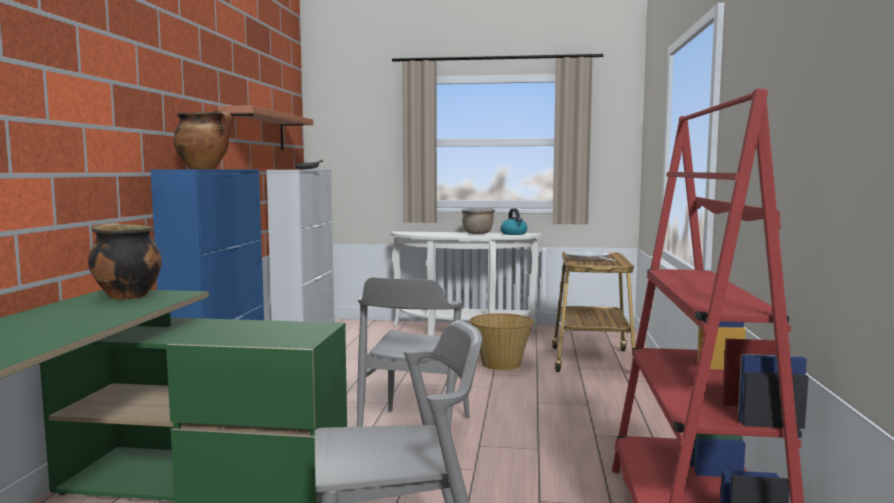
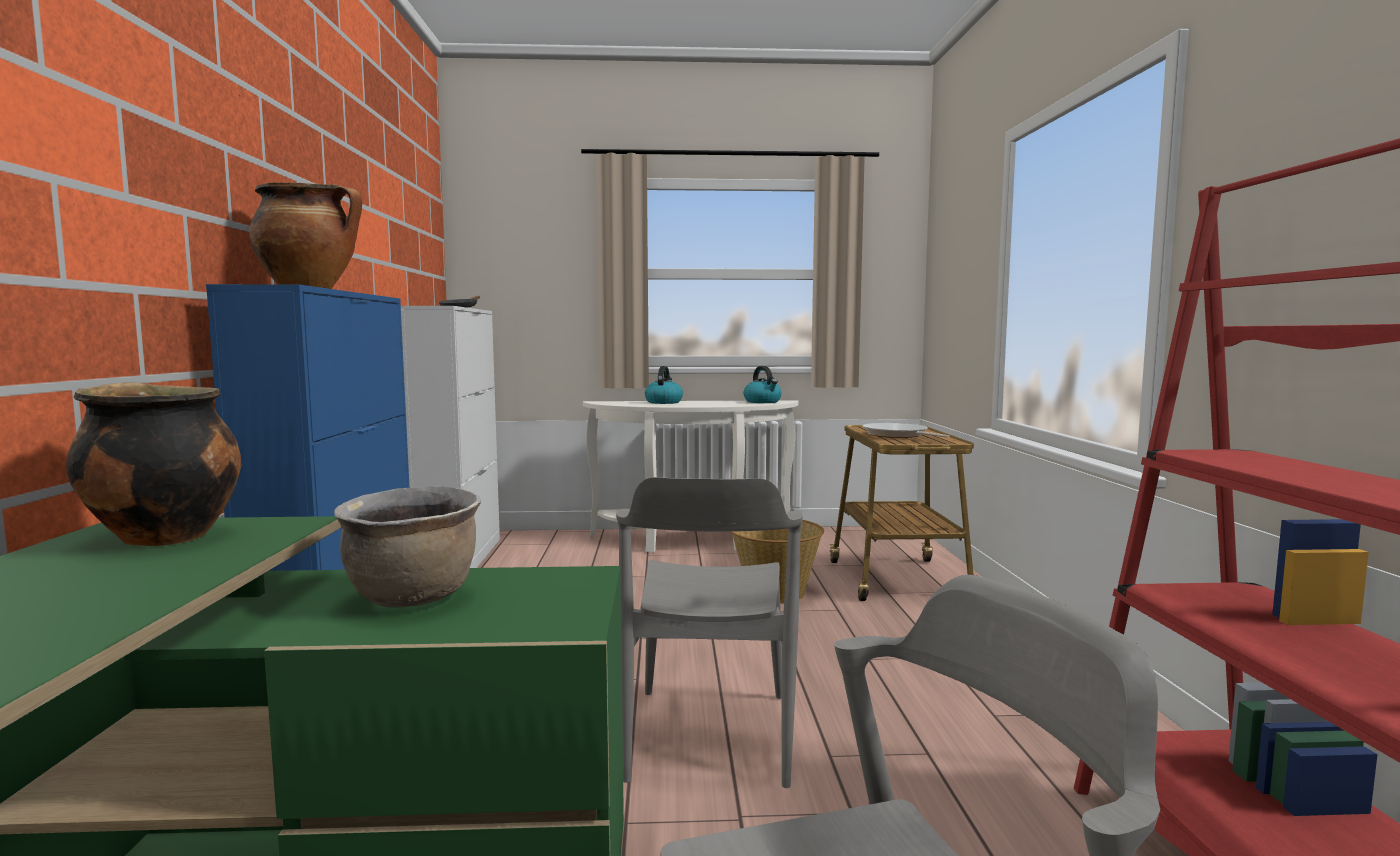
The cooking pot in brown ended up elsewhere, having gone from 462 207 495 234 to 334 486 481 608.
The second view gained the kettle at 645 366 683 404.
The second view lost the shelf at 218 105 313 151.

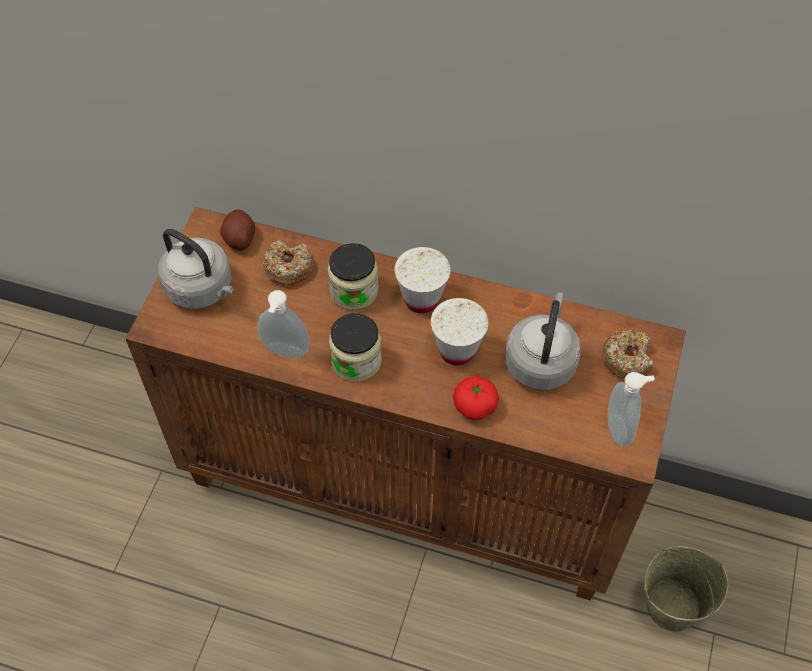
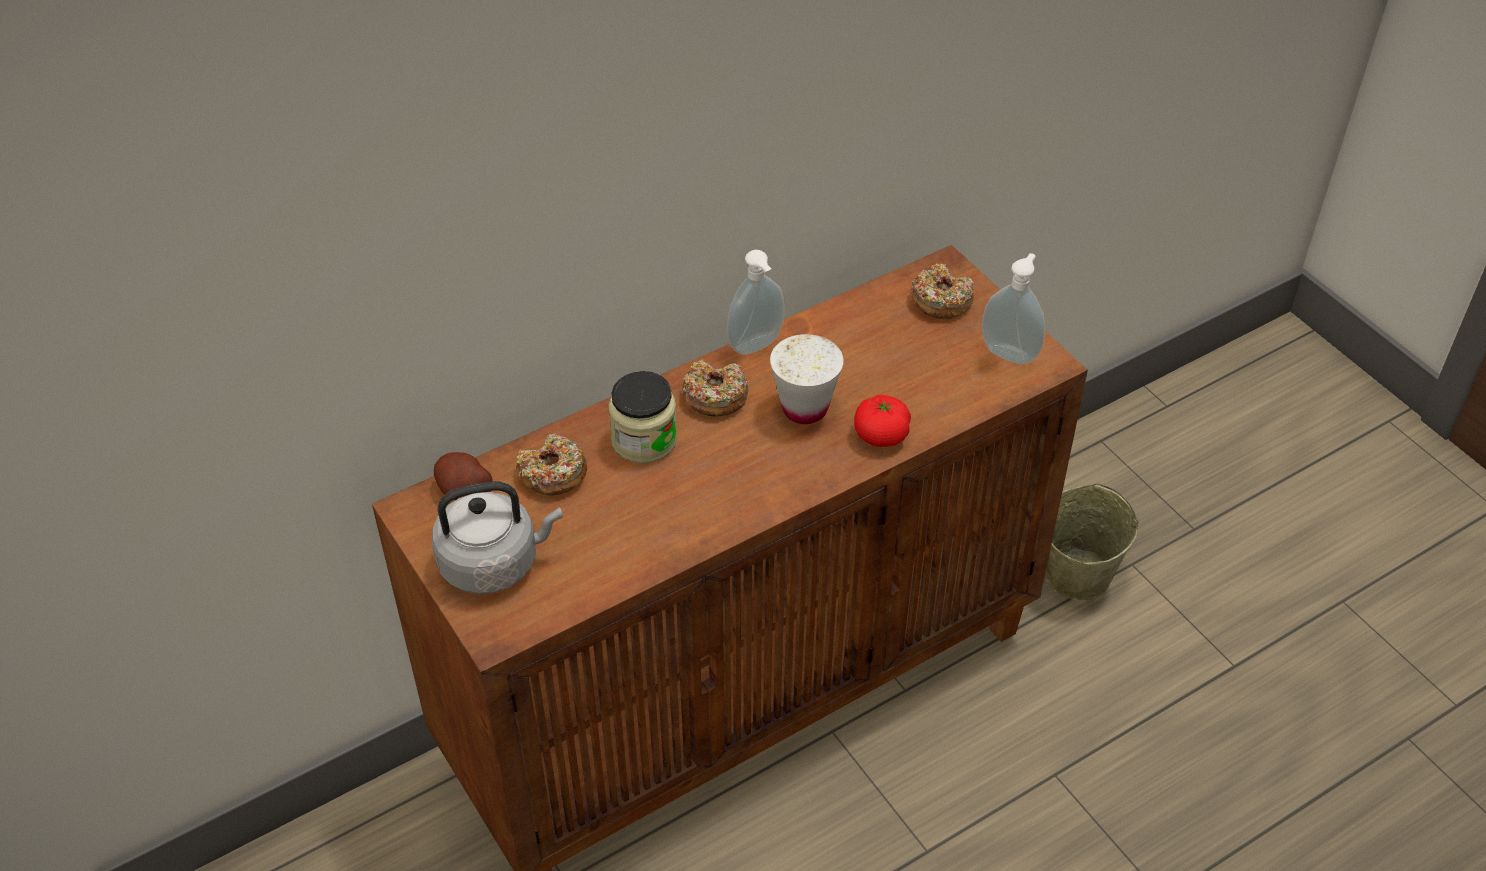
Where the cup in white stood at 395 247 451 313, the donut came to stand at 682 359 748 416.
The soap dispenser ended up elsewhere, having gone from 257 290 310 358 to 727 250 785 355.
The second view lost the jar at 329 313 382 382.
The second view lost the kettle in grey at 505 293 581 390.

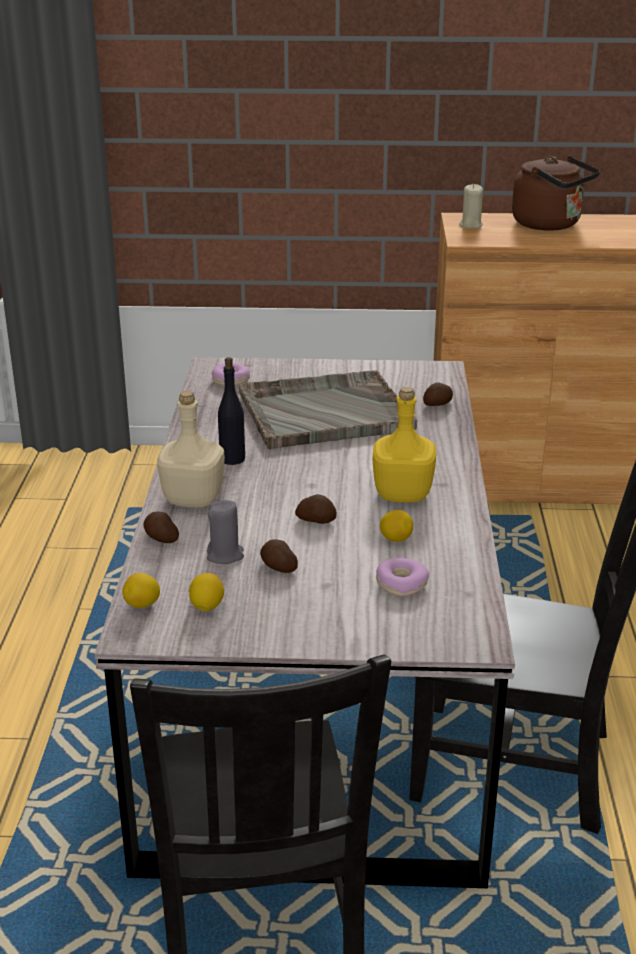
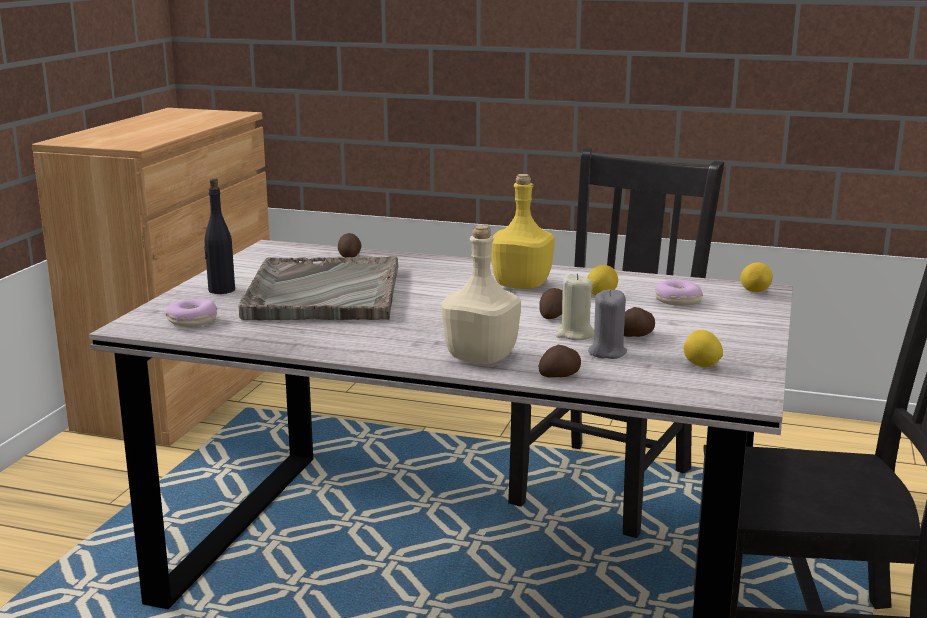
The bottle in black ended up elsewhere, having gone from 218 357 245 465 to 204 178 235 294.
The candle in beige ended up elsewhere, having gone from 459 184 483 229 to 556 274 594 340.
The lemon ended up elsewhere, having gone from 122 573 160 608 to 741 263 773 292.
The second view lost the kettle in brown at 512 156 600 231.

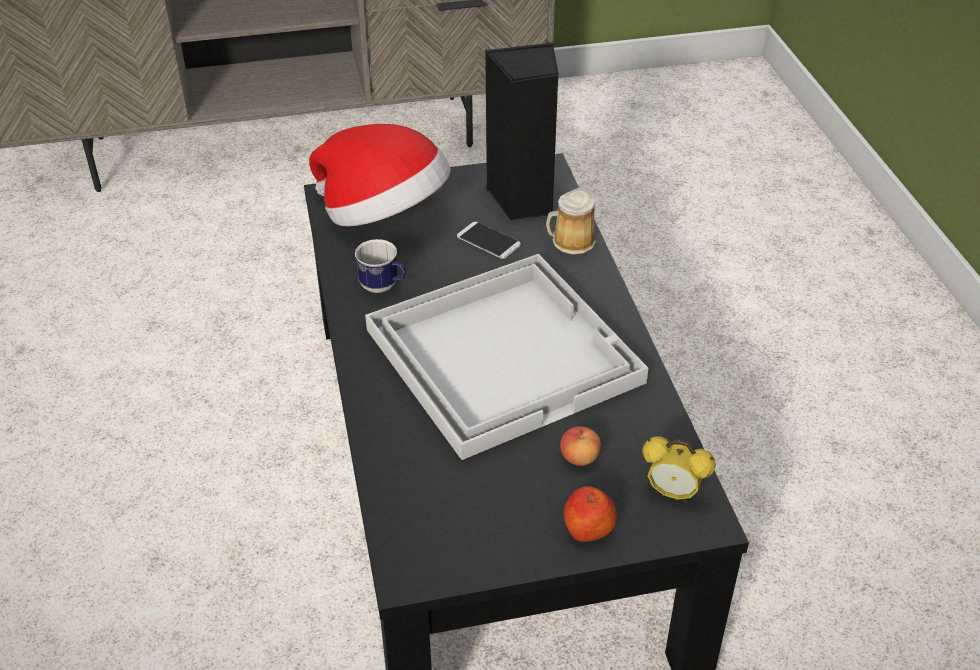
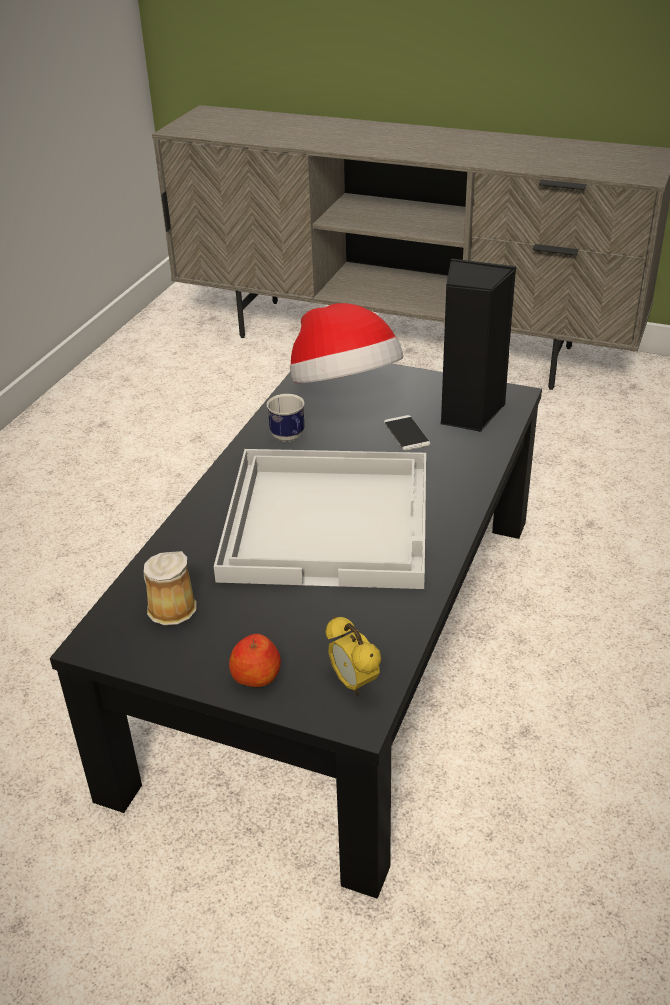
The mug ended up elsewhere, having gone from 546 188 596 255 to 144 551 196 626.
The second view lost the apple at 560 426 601 466.

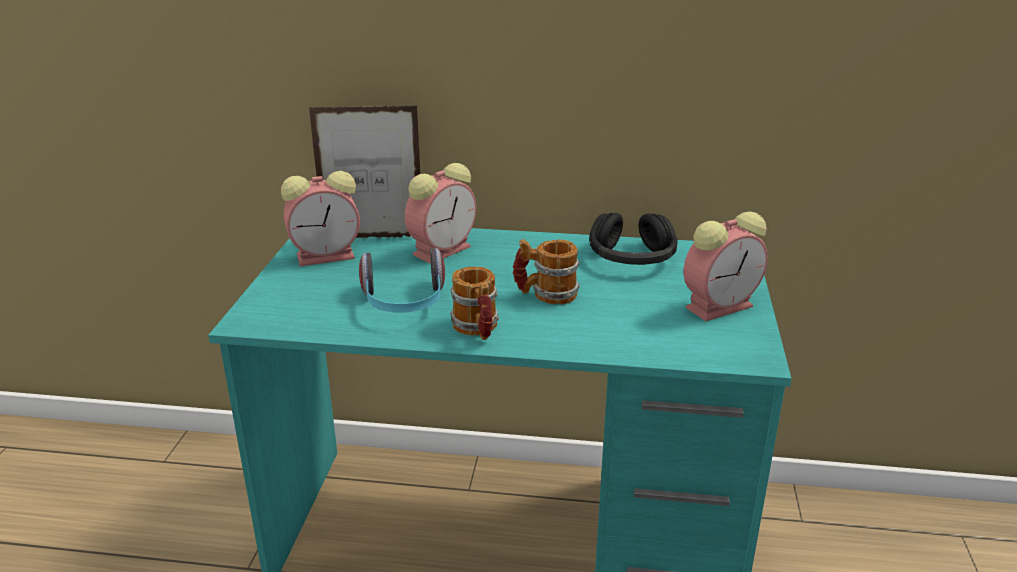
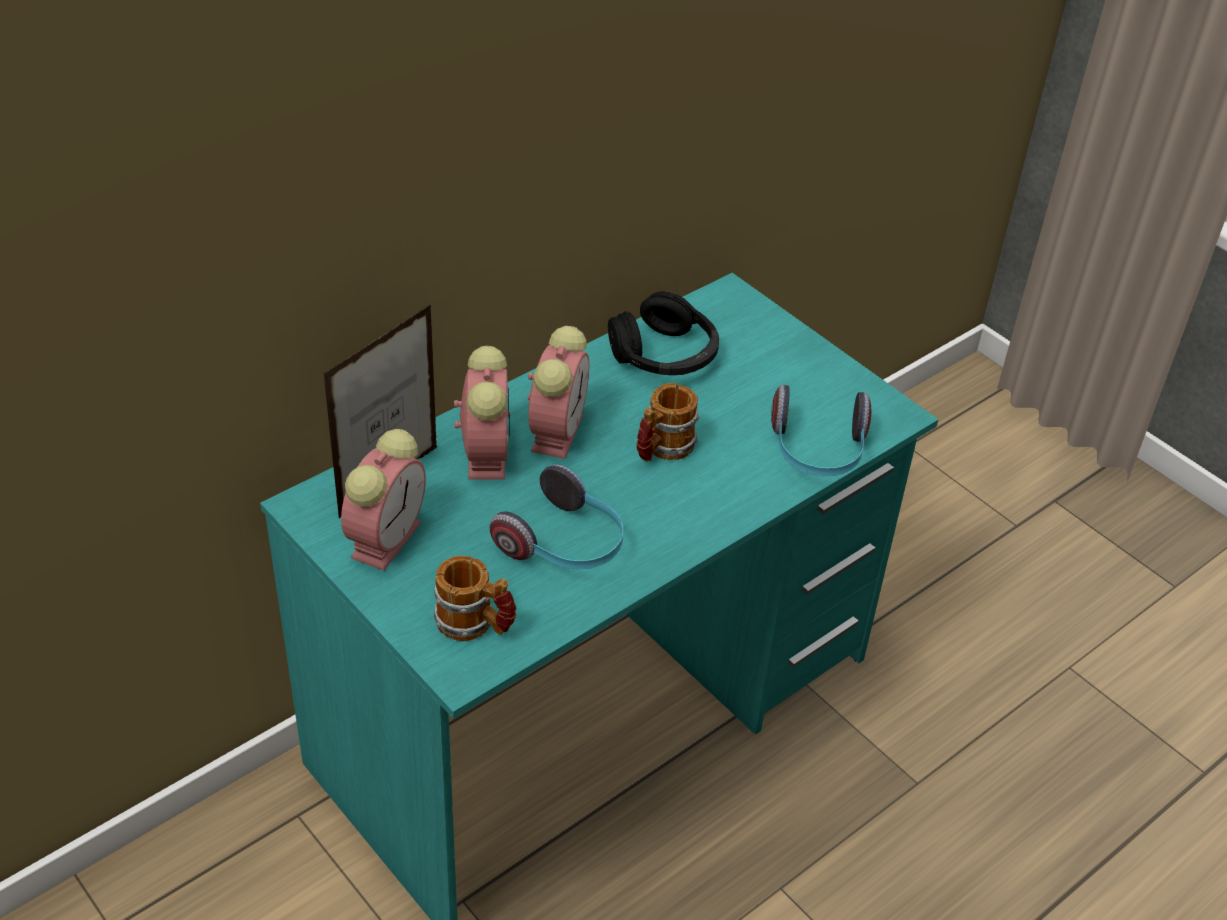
The mug ended up elsewhere, having gone from 450 267 499 340 to 434 556 517 641.
The alarm clock ended up elsewhere, having gone from 683 211 768 321 to 528 326 589 459.
The second view gained the headphones at 771 385 871 476.

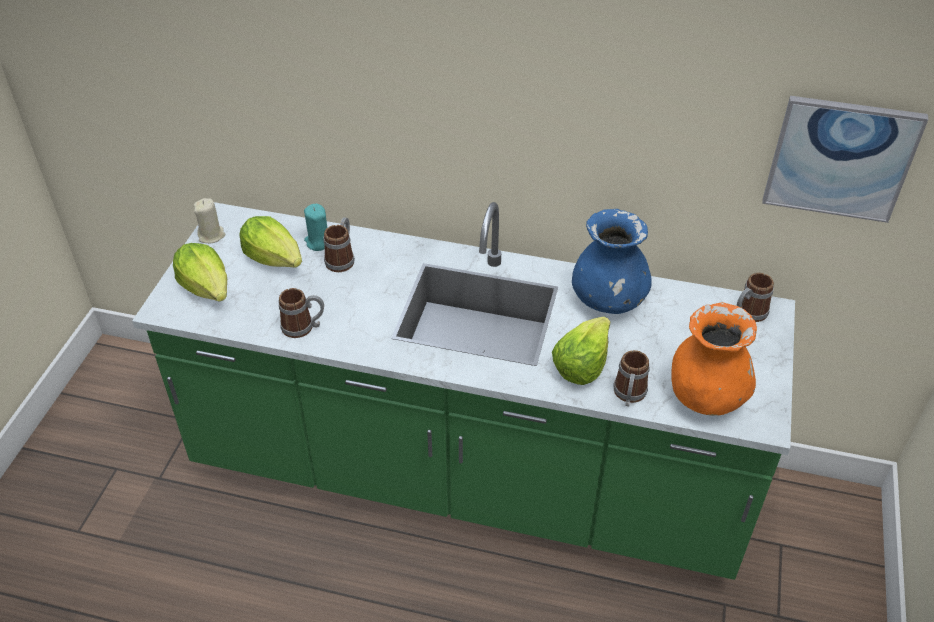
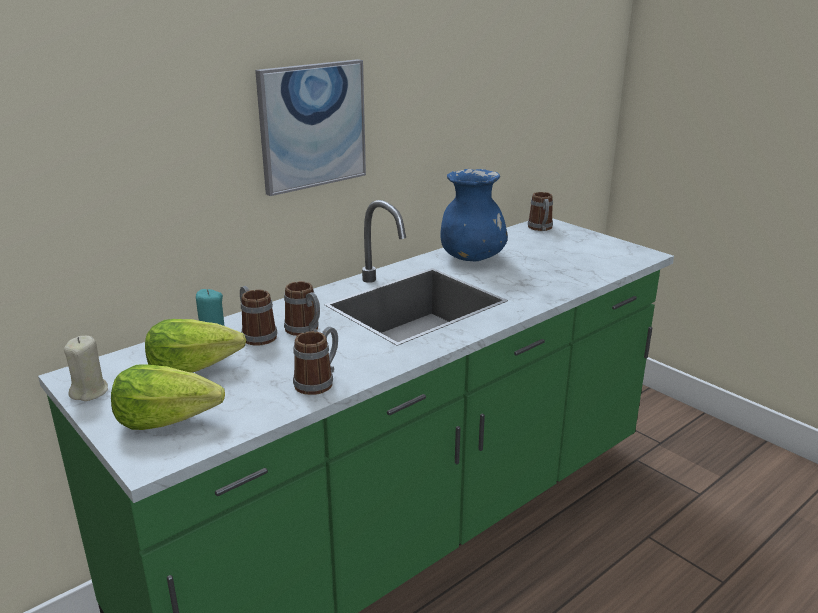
The picture ended up elsewhere, having gone from 762 96 928 223 to 255 59 366 196.
The mug ended up elsewhere, having gone from 613 350 650 406 to 284 281 320 336.
The second view lost the lettuce at 552 317 610 385.
The second view lost the vase in orange at 671 303 757 416.

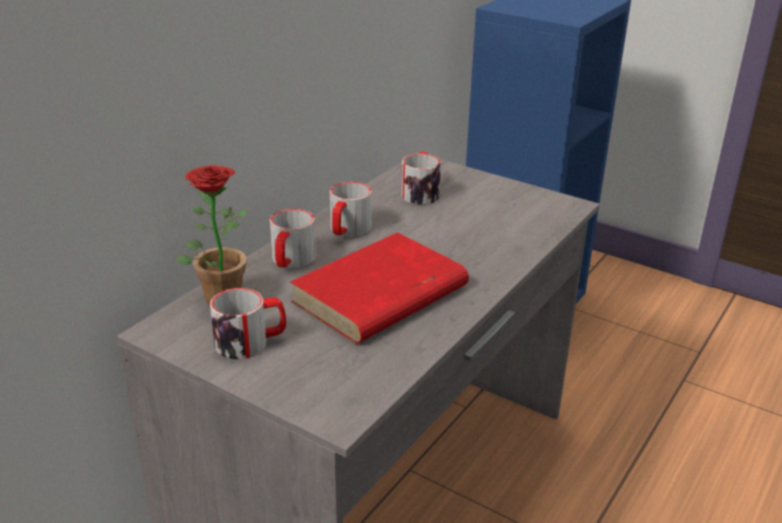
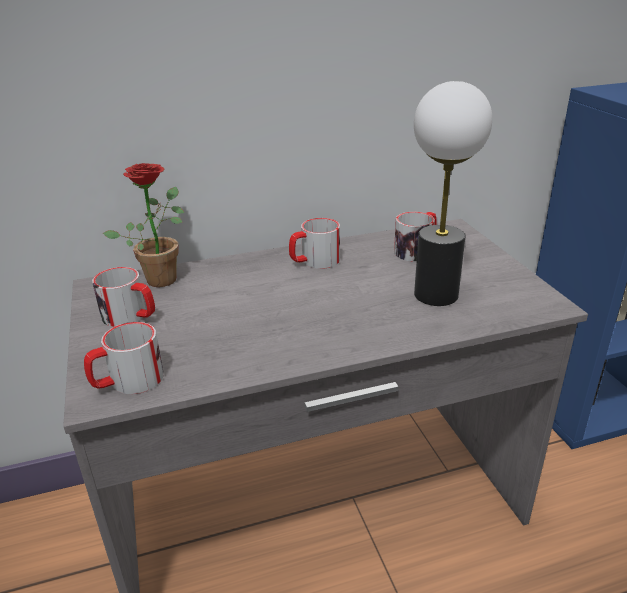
The mug ended up elsewhere, having gone from 270 209 316 268 to 84 322 164 394.
The second view gained the table lamp at 414 81 492 306.
The second view lost the book in red at 289 232 469 344.

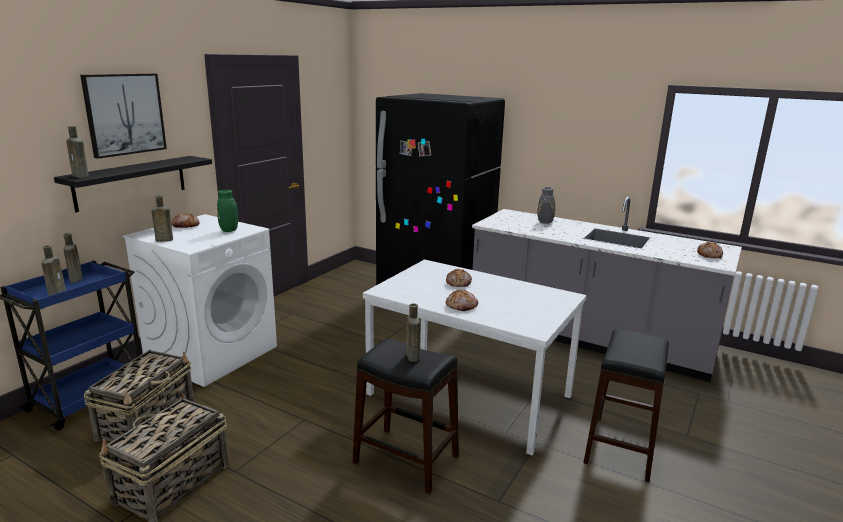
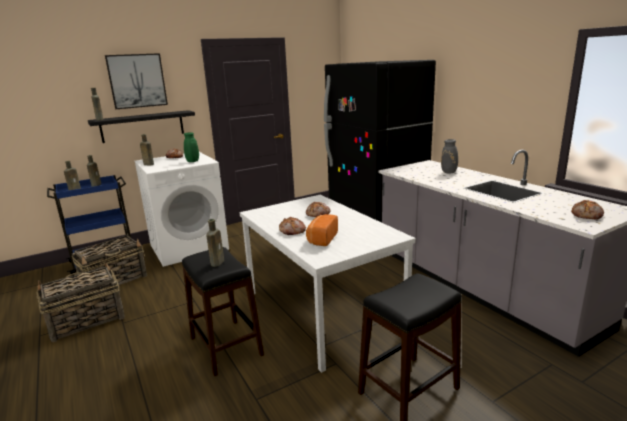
The second view gained the bread at 306 214 338 246.

